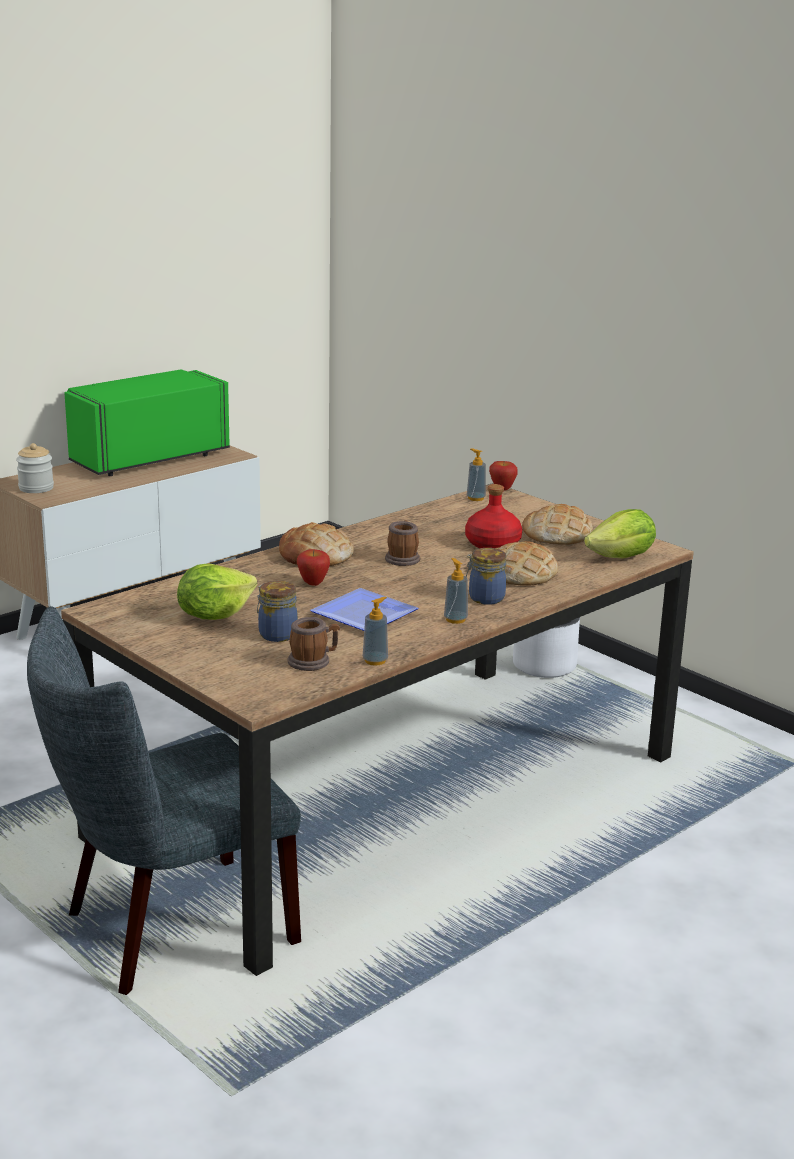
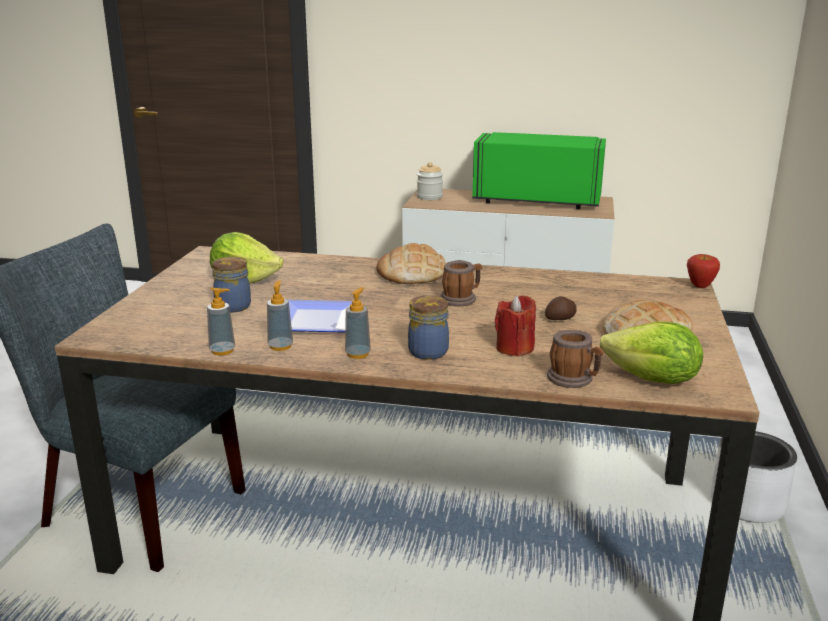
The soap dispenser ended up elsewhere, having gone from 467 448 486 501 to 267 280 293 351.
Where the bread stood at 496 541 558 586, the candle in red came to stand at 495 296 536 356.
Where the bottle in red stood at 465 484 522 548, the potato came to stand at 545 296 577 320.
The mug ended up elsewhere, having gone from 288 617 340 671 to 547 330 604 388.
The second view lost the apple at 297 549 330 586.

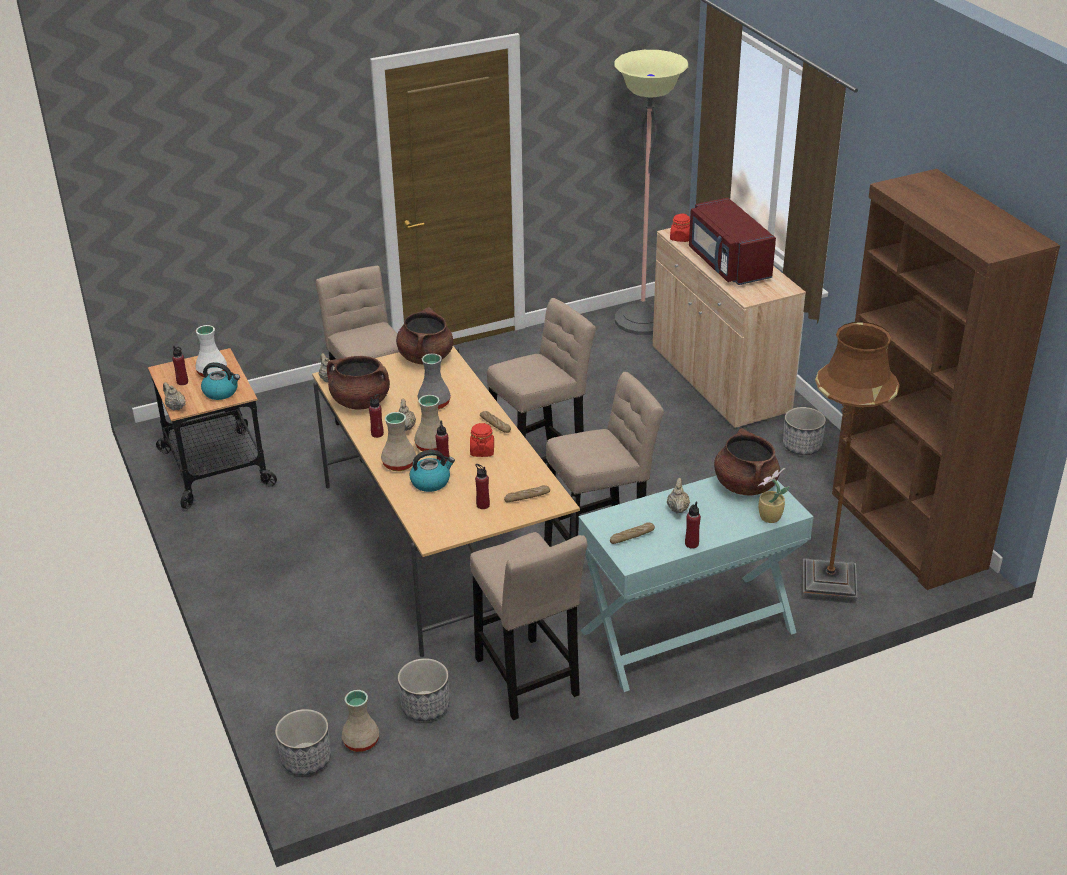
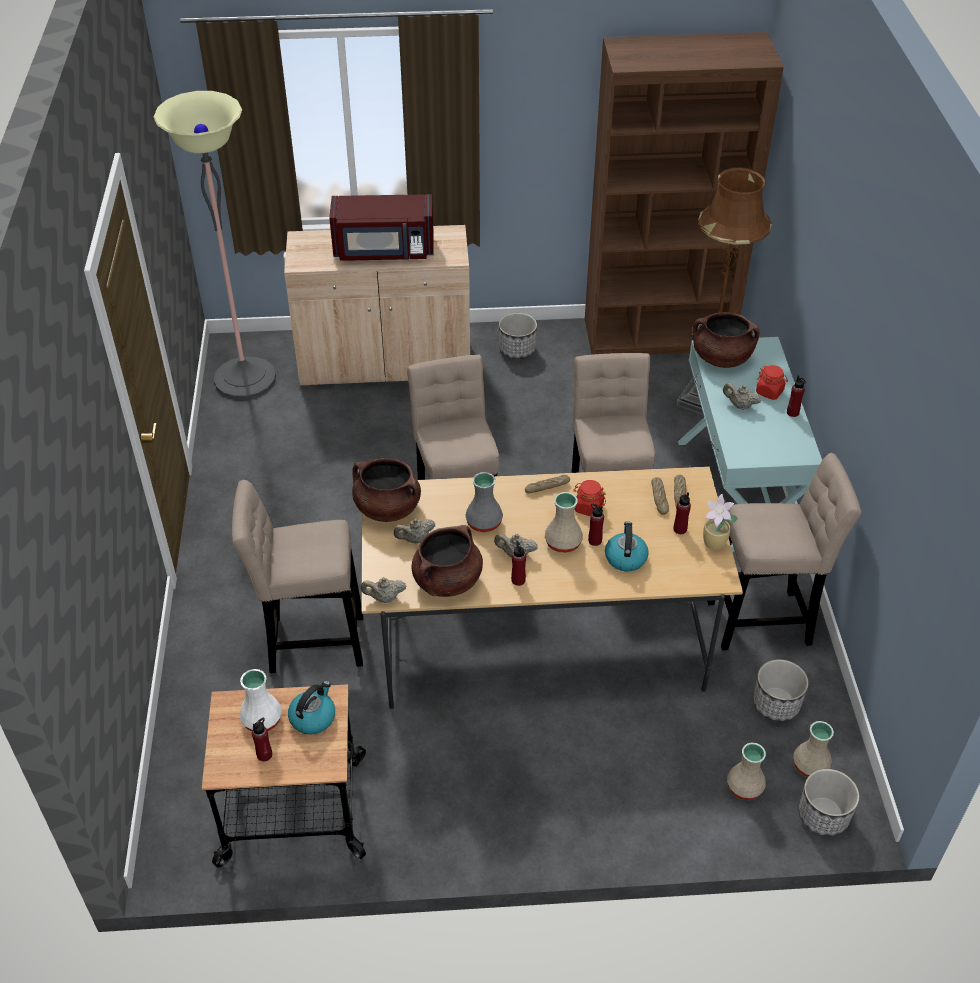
The teapot in beige ended up elsewhere, having gone from 163 382 186 411 to 394 519 436 544.
The bread ended up elsewhere, having gone from 610 522 655 544 to 651 477 669 515.
The potted plant ended up elsewhere, having gone from 757 468 790 523 to 703 494 738 550.
The vase in beige ended up elsewhere, having gone from 381 412 416 471 to 727 742 766 800.
The jar in red ended up elsewhere, having gone from 670 213 690 242 to 756 365 788 400.

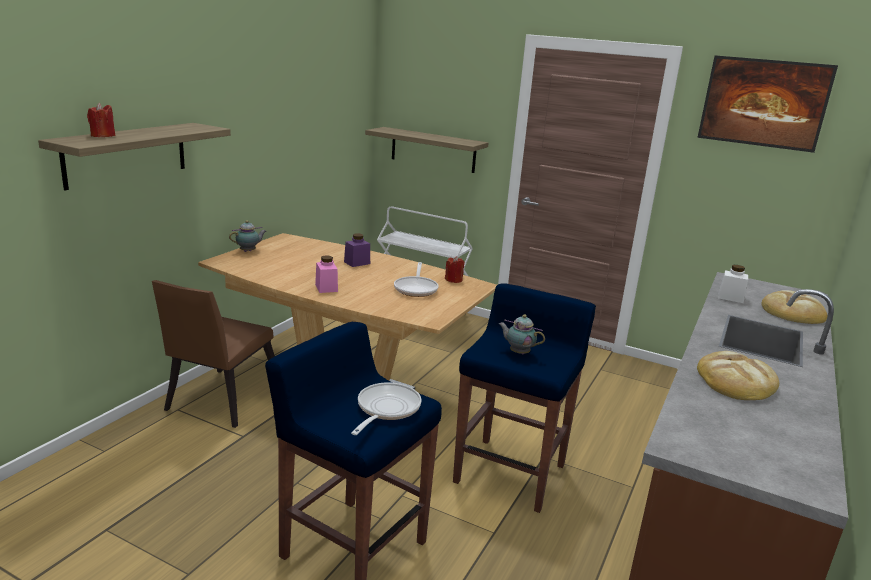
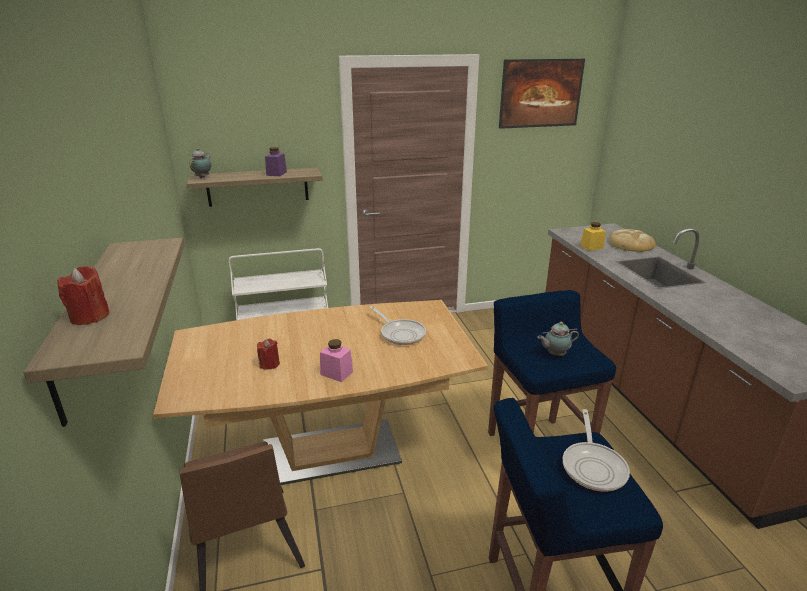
The teapot ended up elsewhere, having gone from 229 220 267 252 to 189 148 211 178.
The candle in red ended up elsewhere, having gone from 445 256 465 283 to 257 339 280 370.
The jar in purple ended up elsewhere, having gone from 344 234 370 267 to 265 147 287 176.
The frying pan at 351 383 421 435 ended up facing another way, 150 degrees counterclockwise from before.
What was the jar in white at 718 265 748 303 turned into the jar in yellow at 580 222 606 251.
The second view lost the bread at 697 351 779 400.

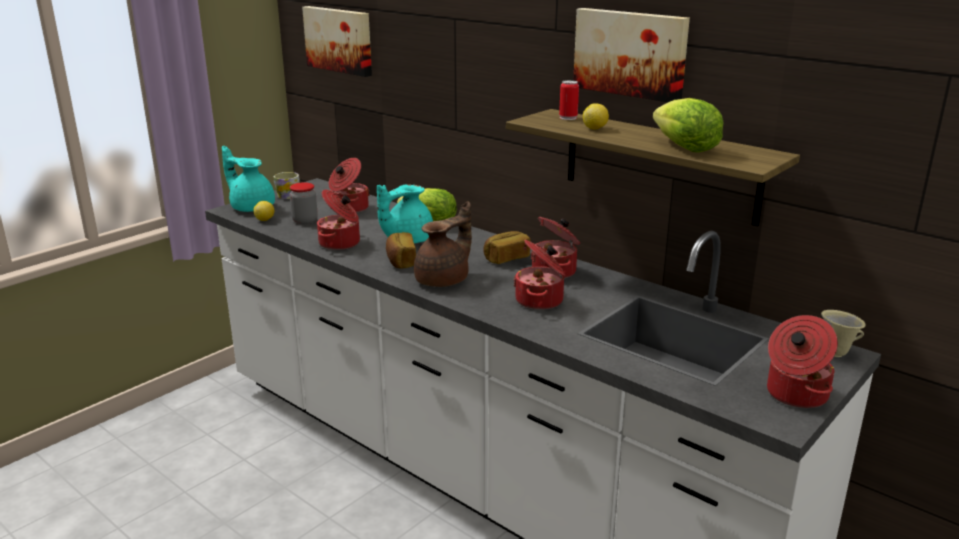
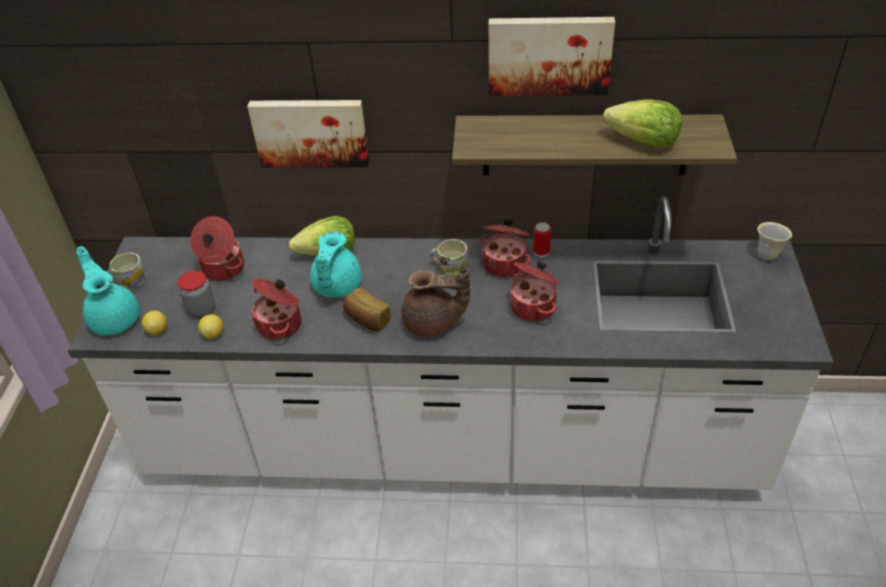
The teapot in turquoise at 222 146 275 212 ended up facing another way, 60 degrees clockwise from before.
The lemon ended up elsewhere, having gone from 583 103 609 129 to 198 314 223 339.
The picture ended up elsewhere, having gone from 302 6 372 77 to 247 100 369 168.
The teapot in brown at 414 201 472 287 ended up facing another way, 90 degrees clockwise from before.
Where the bread stood at 483 231 531 264, the mug came to stand at 430 239 468 276.
The can ended up elsewhere, having gone from 559 80 579 120 to 533 222 551 257.
The second view lost the cooking pot at 767 315 838 408.

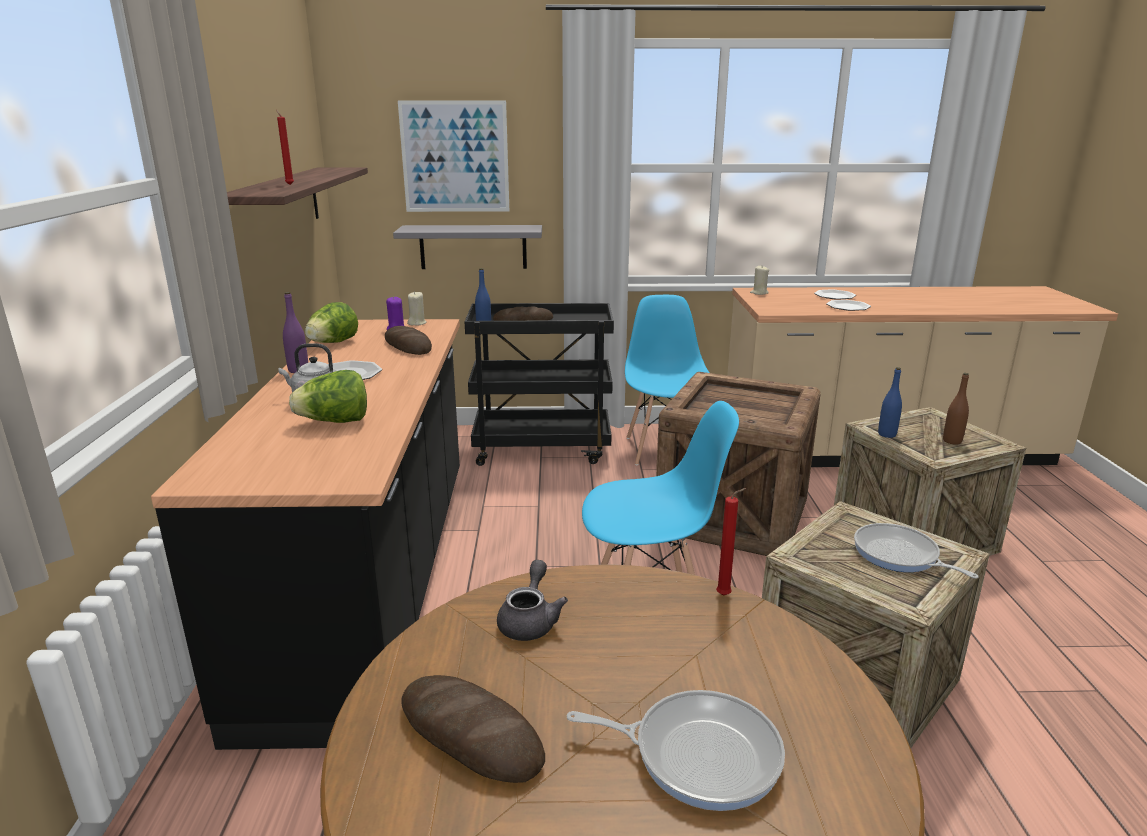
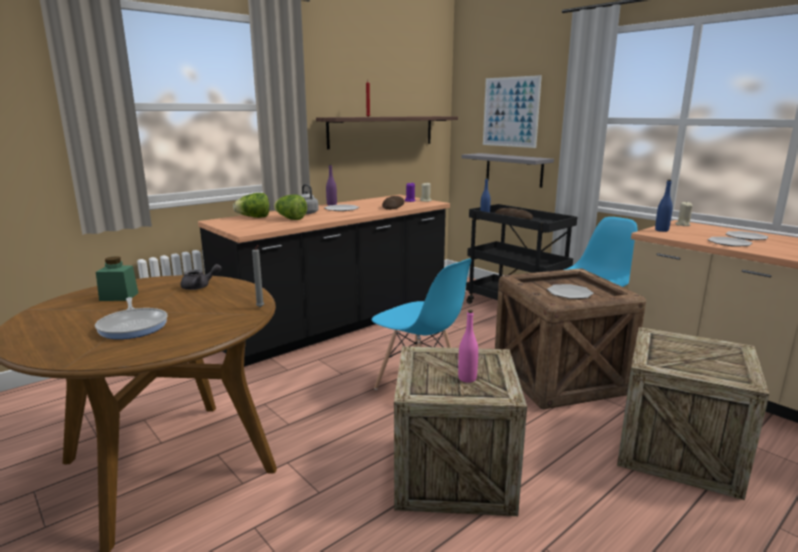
Where the bread stood at 402 675 545 783, the jar in green came to stand at 96 256 138 301.
The lettuce ended up elsewhere, having gone from 305 302 358 343 to 233 193 269 218.
What was the candle in red at 716 488 747 596 turned into the candle in grey at 252 245 264 308.
Where the frying pan stood at 854 523 979 579, the bottle in pink came to stand at 458 310 478 383.
The second view gained the plate at 547 284 593 299.
The bottle in blue ended up elsewhere, having gone from 878 367 902 438 to 655 180 673 232.
The second view lost the bottle in brown at 943 373 969 445.

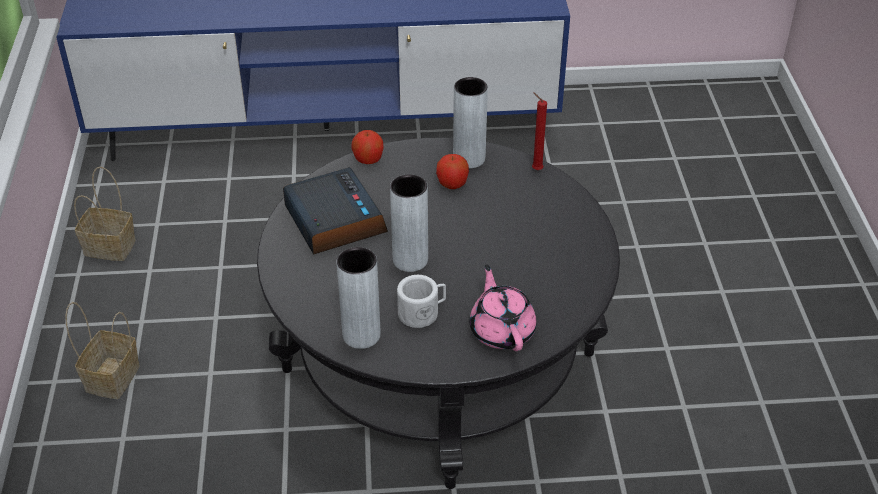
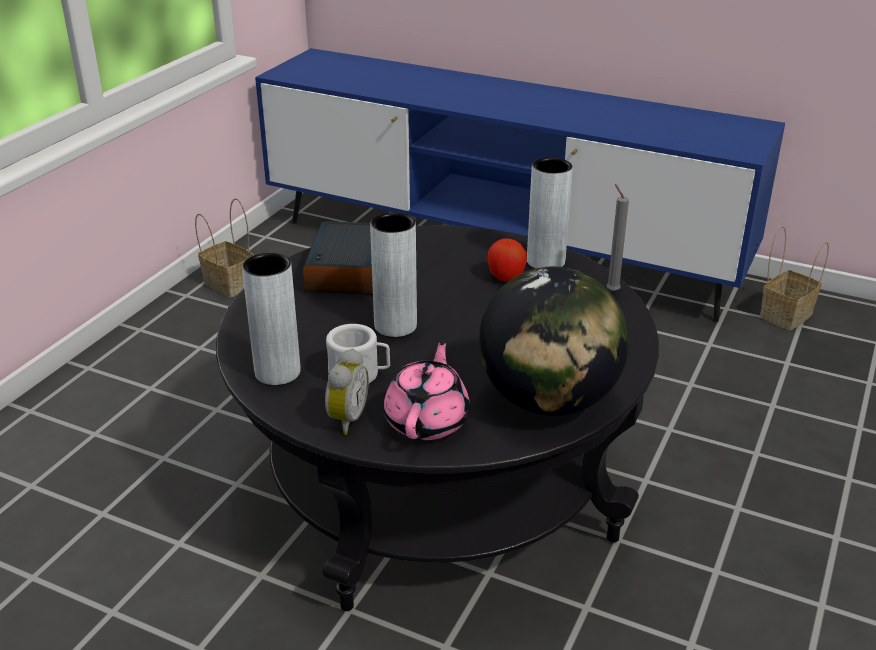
The second view gained the alarm clock at 325 348 369 435.
The second view gained the globe at 479 266 629 416.
What was the candle in red at 532 92 547 170 turned into the candle in grey at 606 184 629 292.
The basket ended up elsewhere, having gone from 65 302 140 399 to 760 226 829 330.
The second view lost the apple at 351 130 384 164.

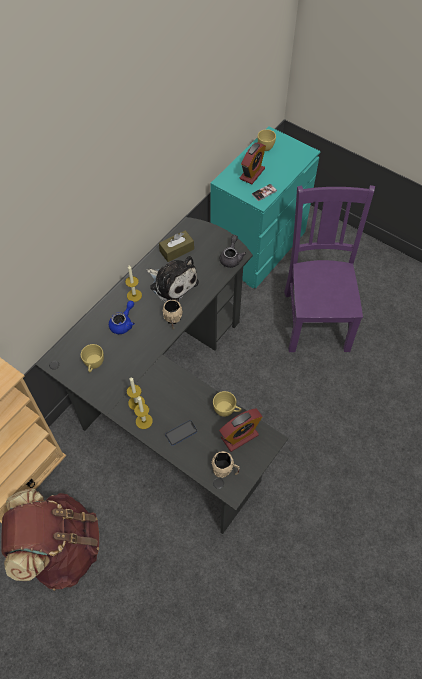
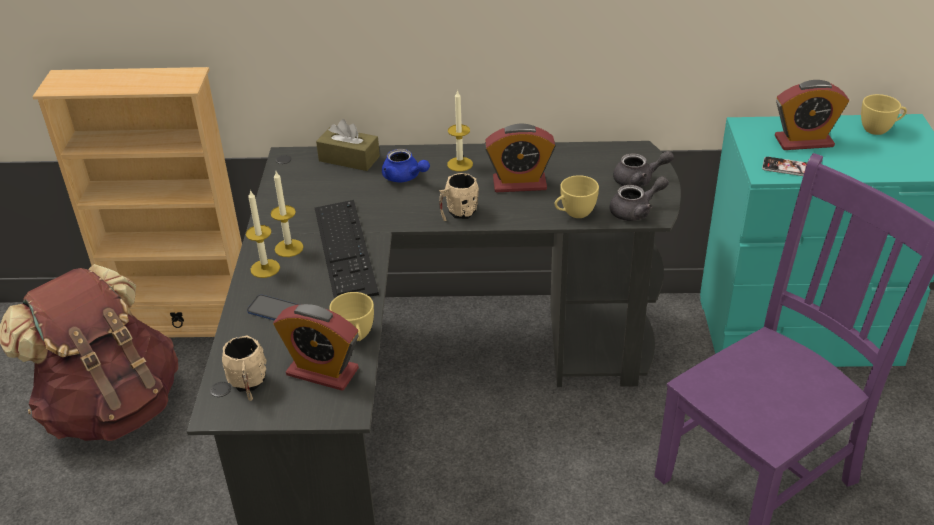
The second view gained the keyboard at 315 200 379 299.
The tissue box in brown ended up elsewhere, having gone from 159 230 194 262 to 316 119 380 171.
The teapot in blue at 109 301 135 334 ended up facing another way, 45 degrees clockwise from before.
Where the plush toy stood at 147 256 199 302, the alarm clock came to stand at 485 123 556 192.
The cup in yellow ended up elsewhere, having gone from 81 344 104 372 to 555 175 599 218.
The second view gained the teapot in grey at 613 151 674 187.

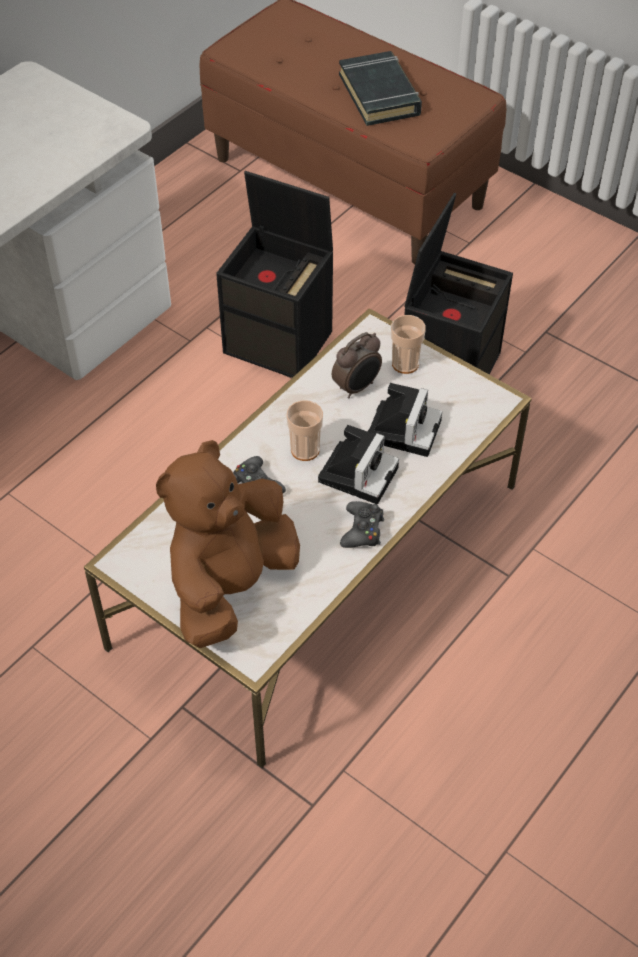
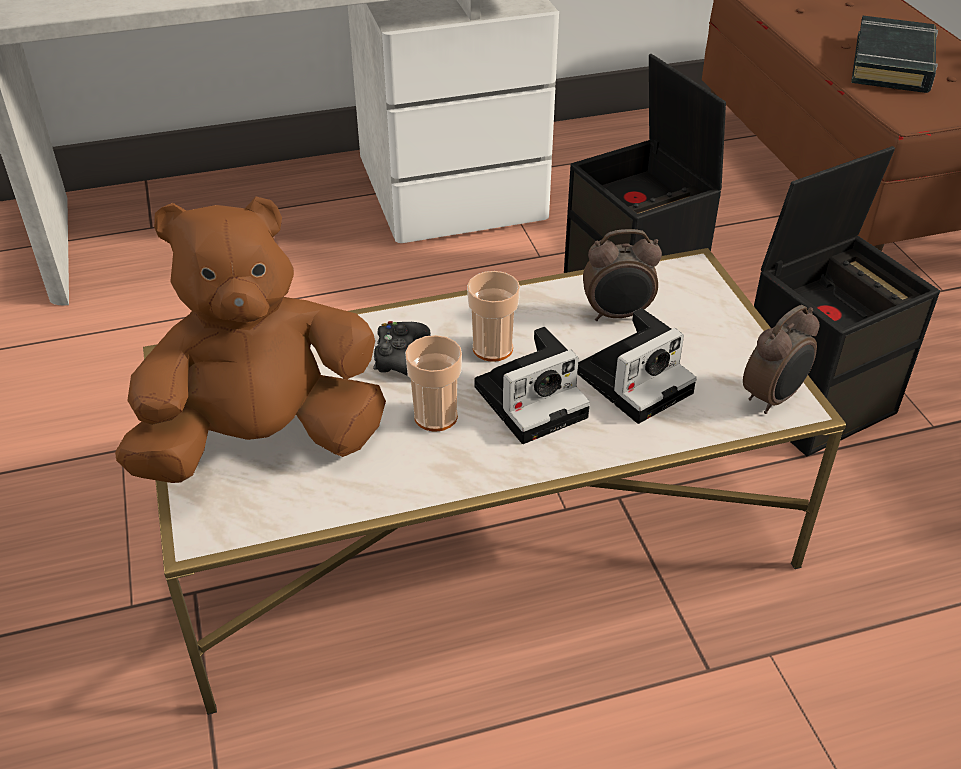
The cup ended up elsewhere, having gone from 391 315 426 374 to 405 335 462 431.
The second view gained the alarm clock at 743 305 820 414.
The second view lost the game controller in black at 340 501 384 548.

